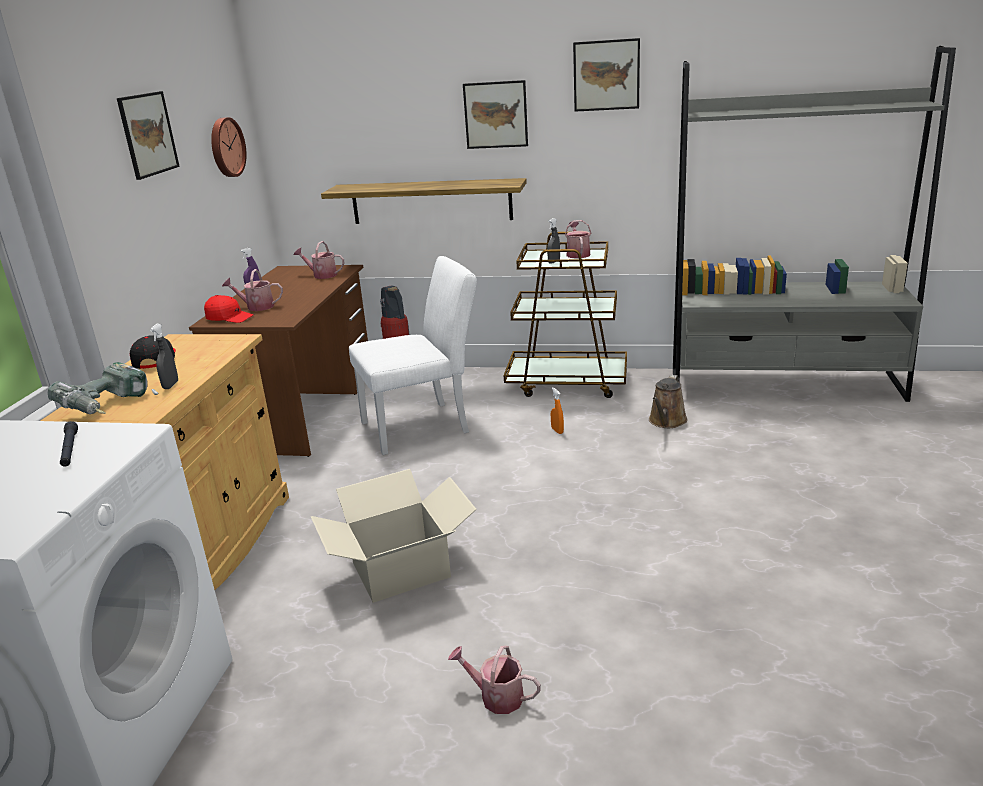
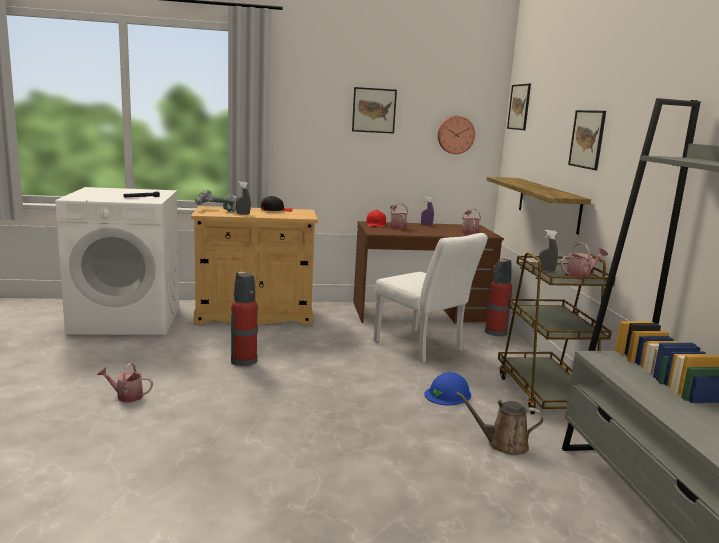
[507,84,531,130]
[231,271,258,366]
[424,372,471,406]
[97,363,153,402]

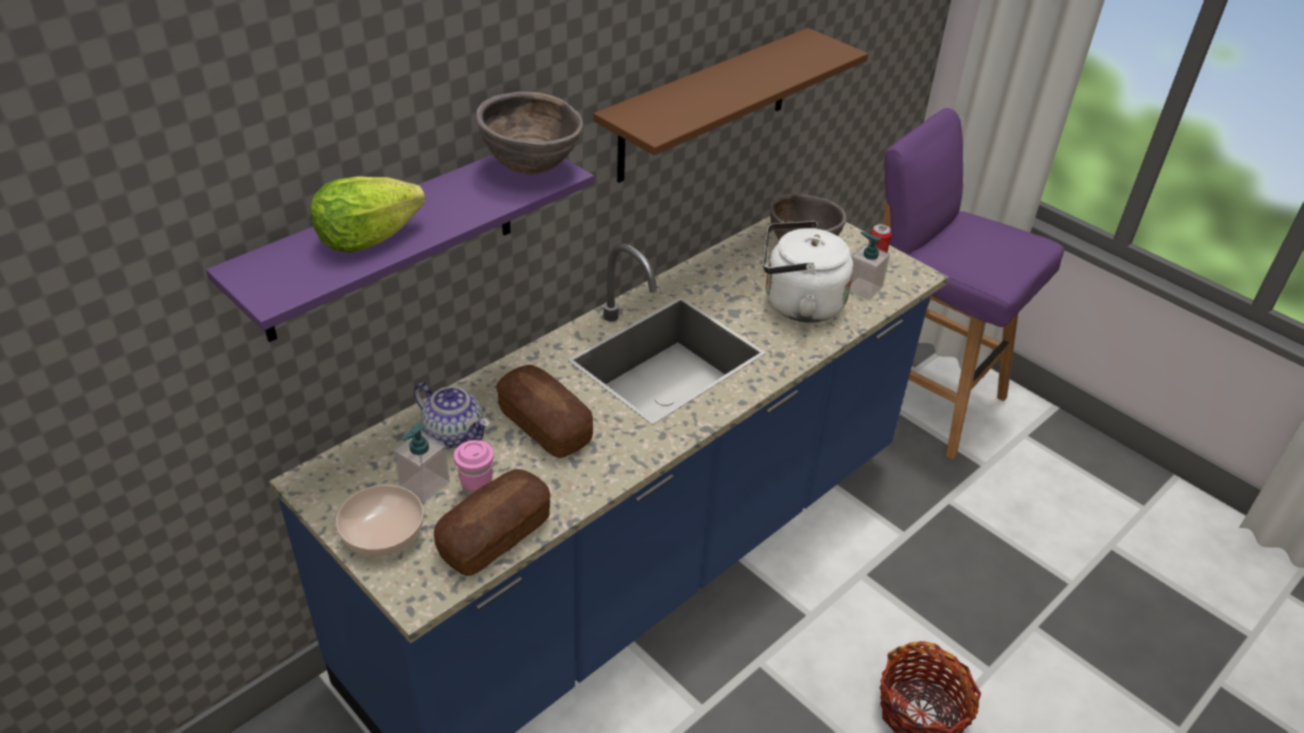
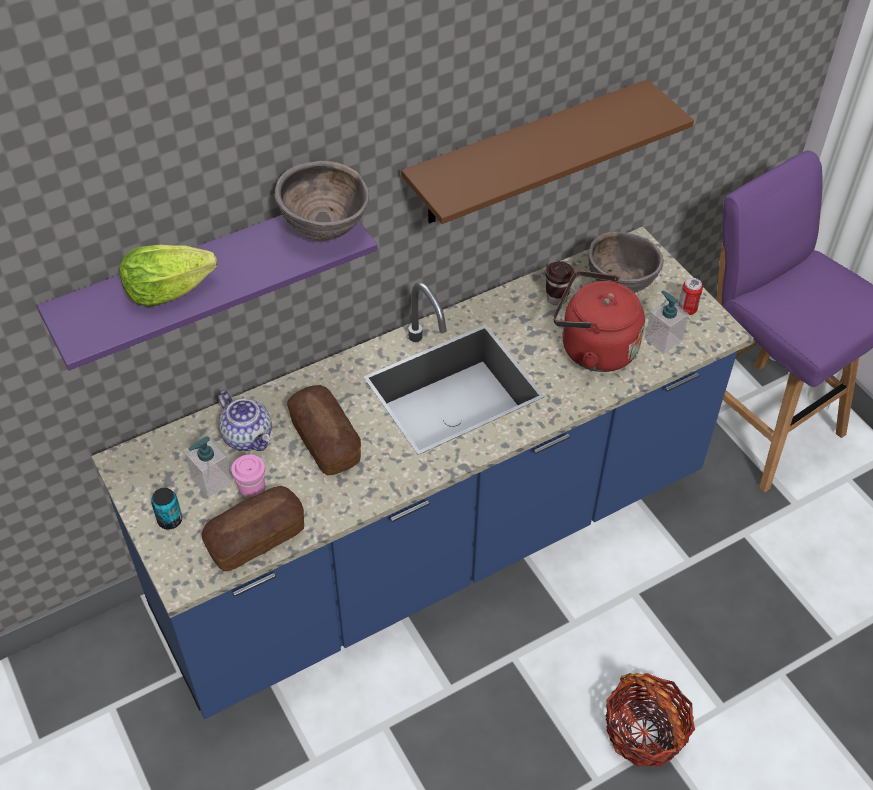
[545,261,575,305]
[151,488,182,530]
[553,271,645,372]

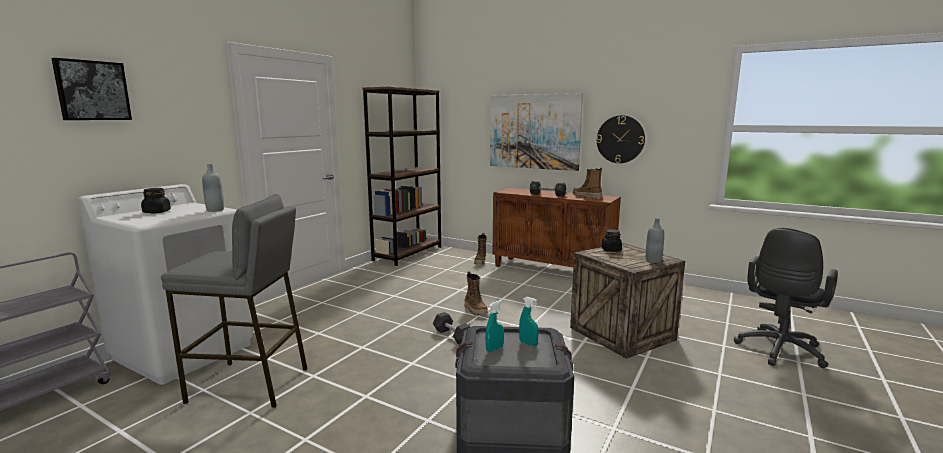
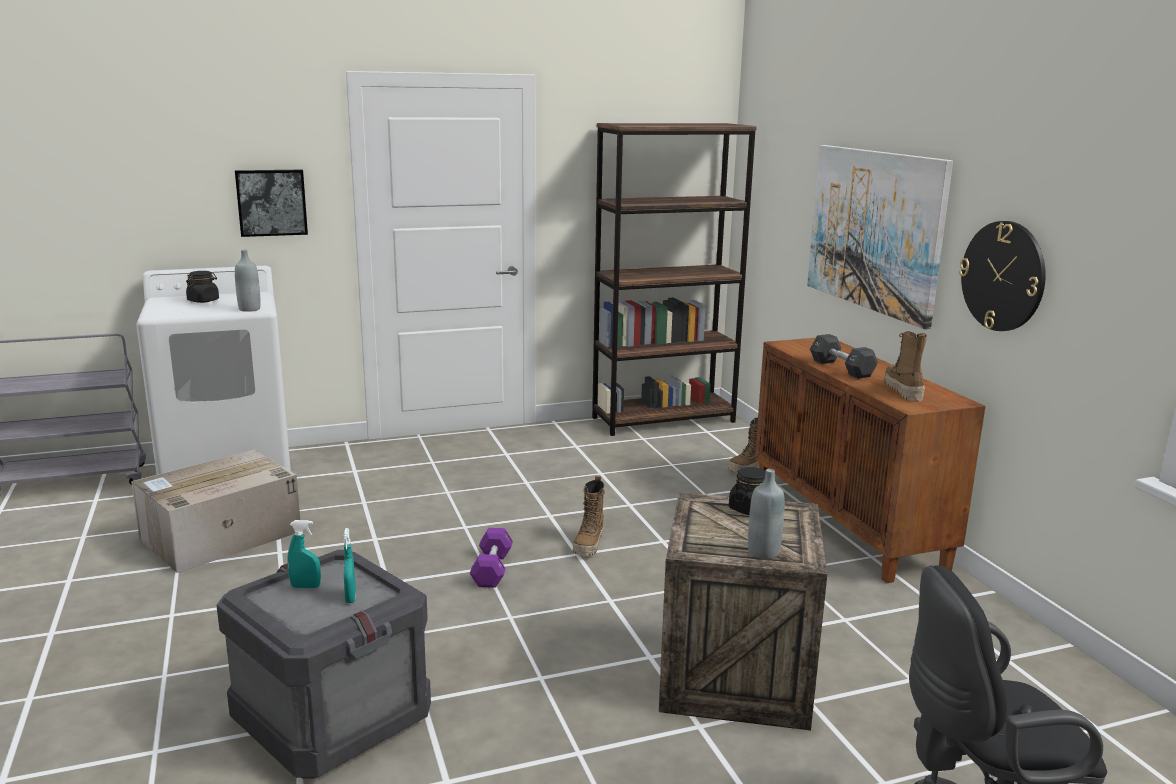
[235,170,308,237]
[131,450,300,573]
[470,528,513,588]

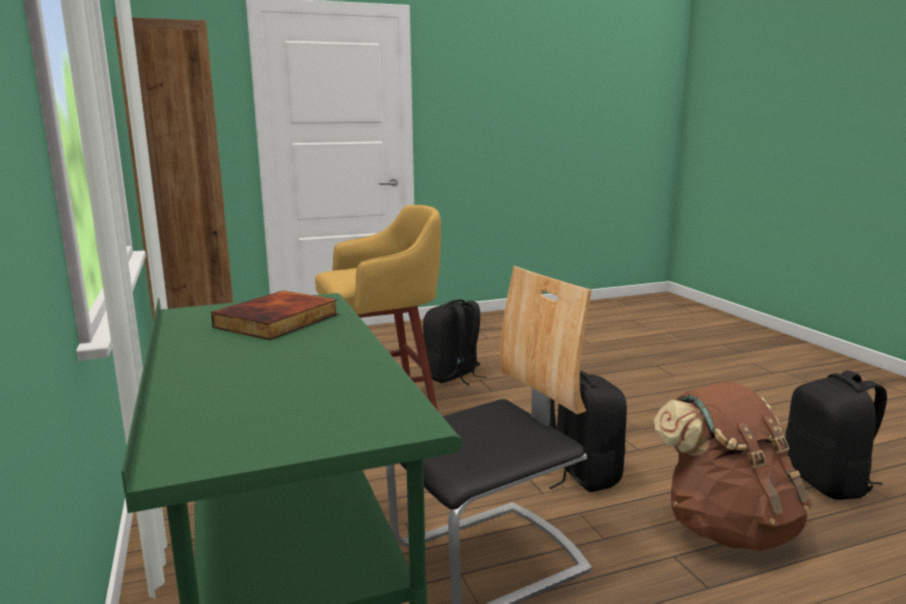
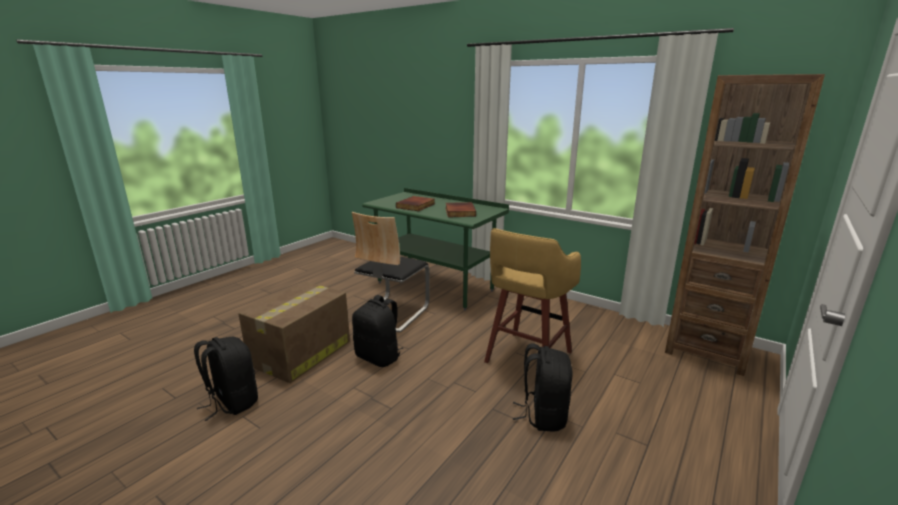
[396,196,435,211]
[238,282,350,383]

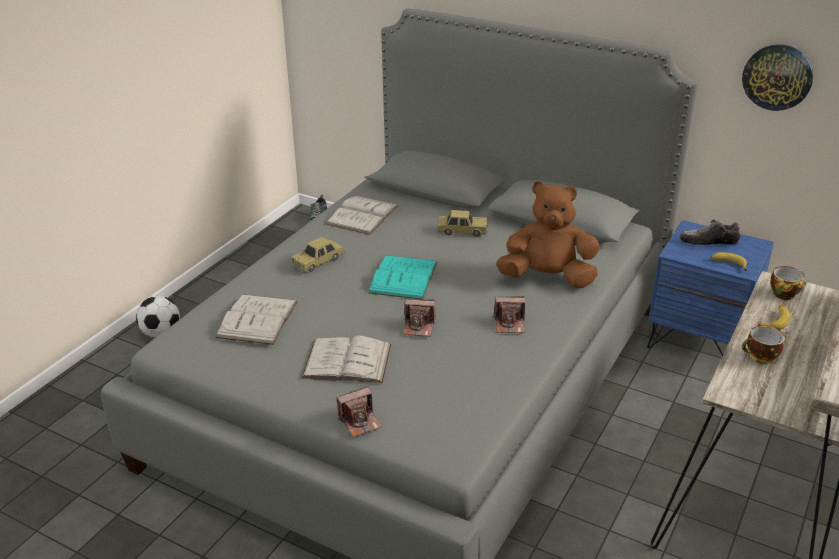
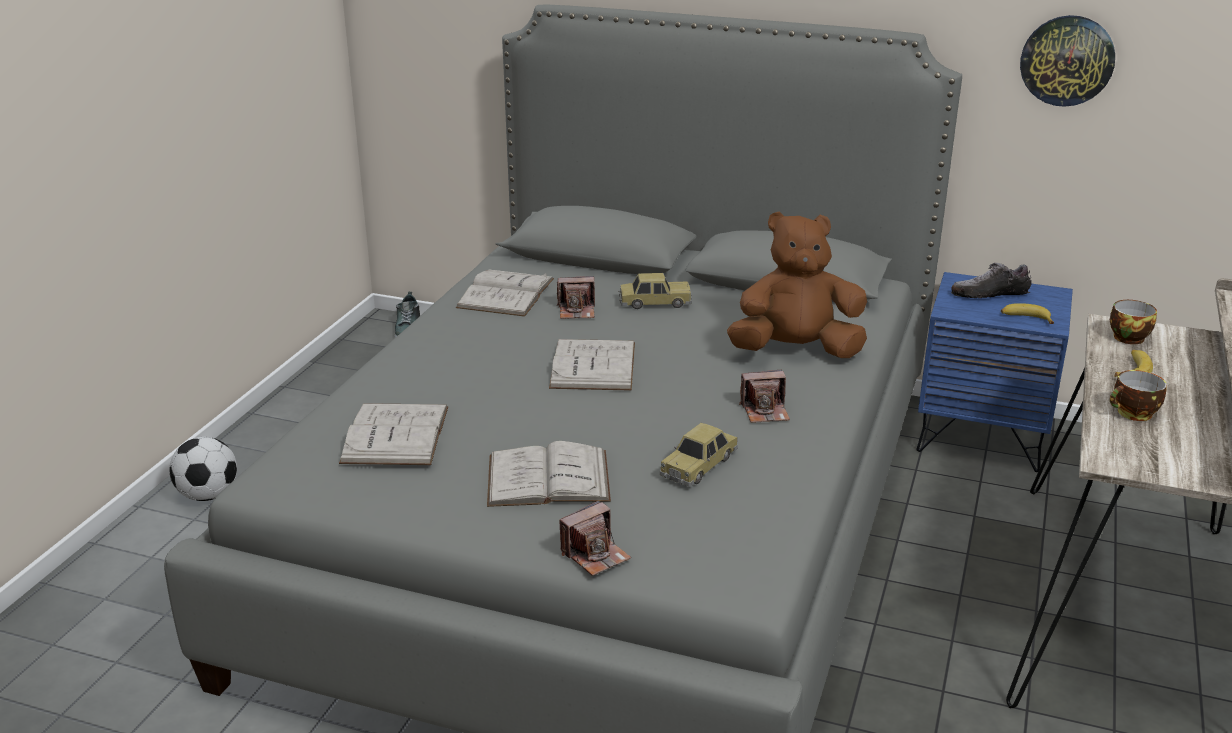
[660,423,738,486]
[557,276,595,319]
[549,339,635,391]

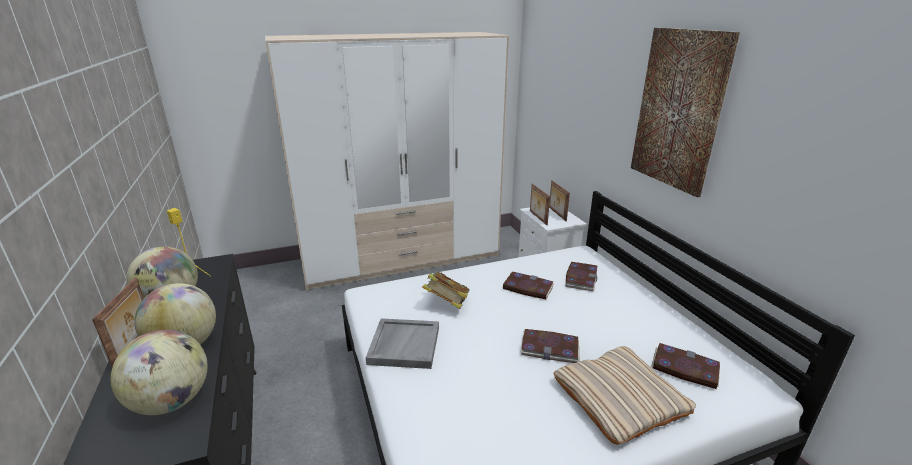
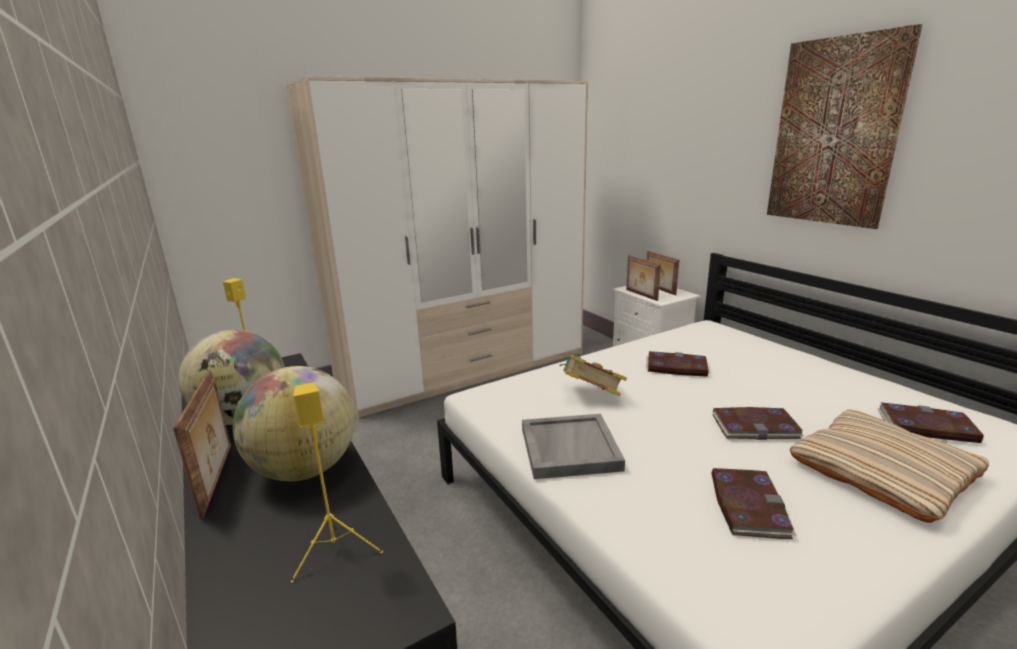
[711,468,796,539]
[291,382,383,583]

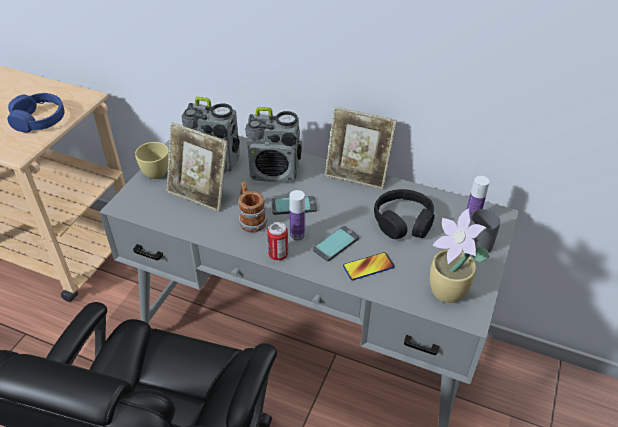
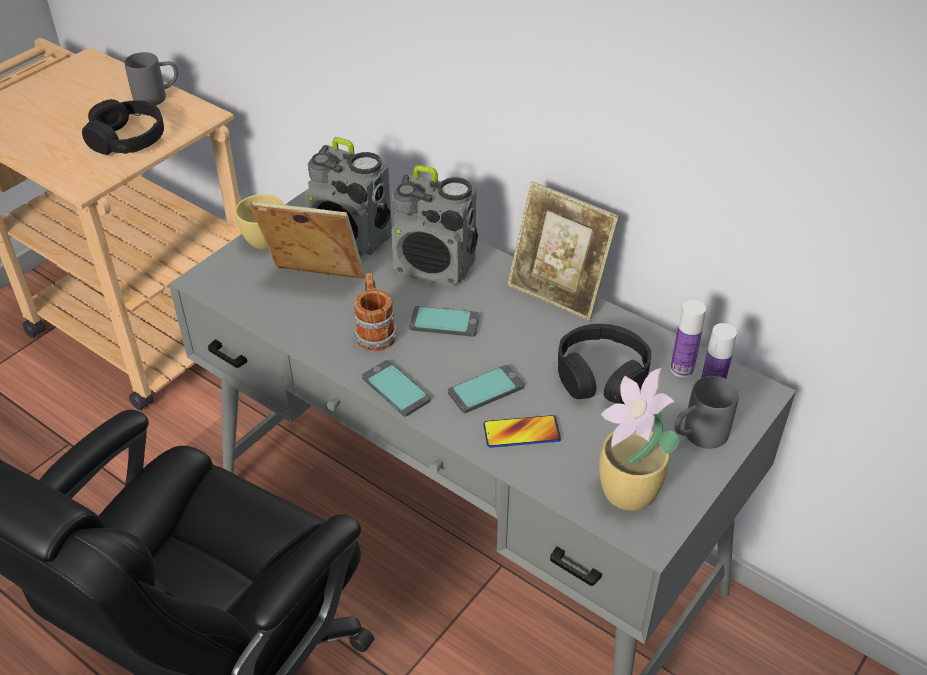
[124,52,178,106]
[670,300,706,378]
[362,360,430,417]
[82,99,164,155]
[250,201,366,279]

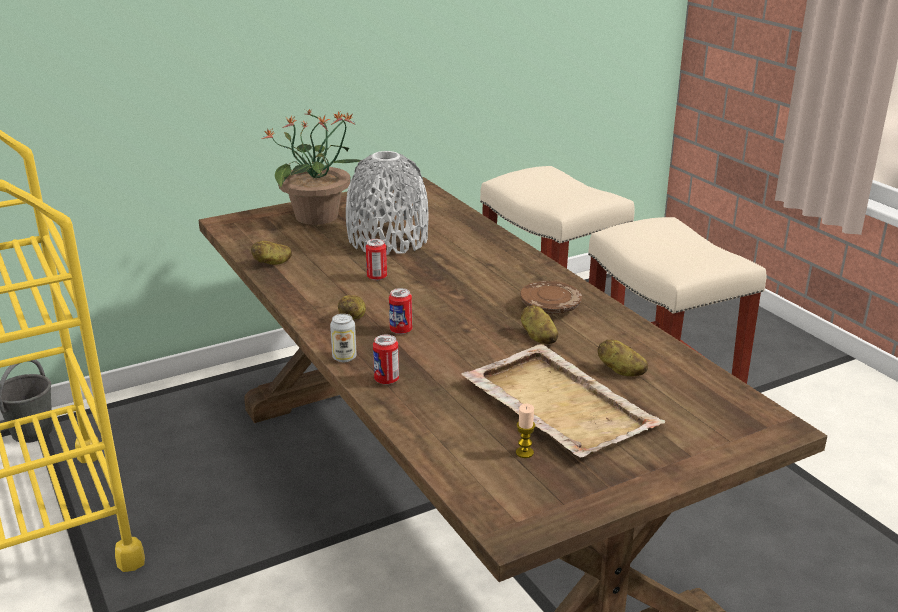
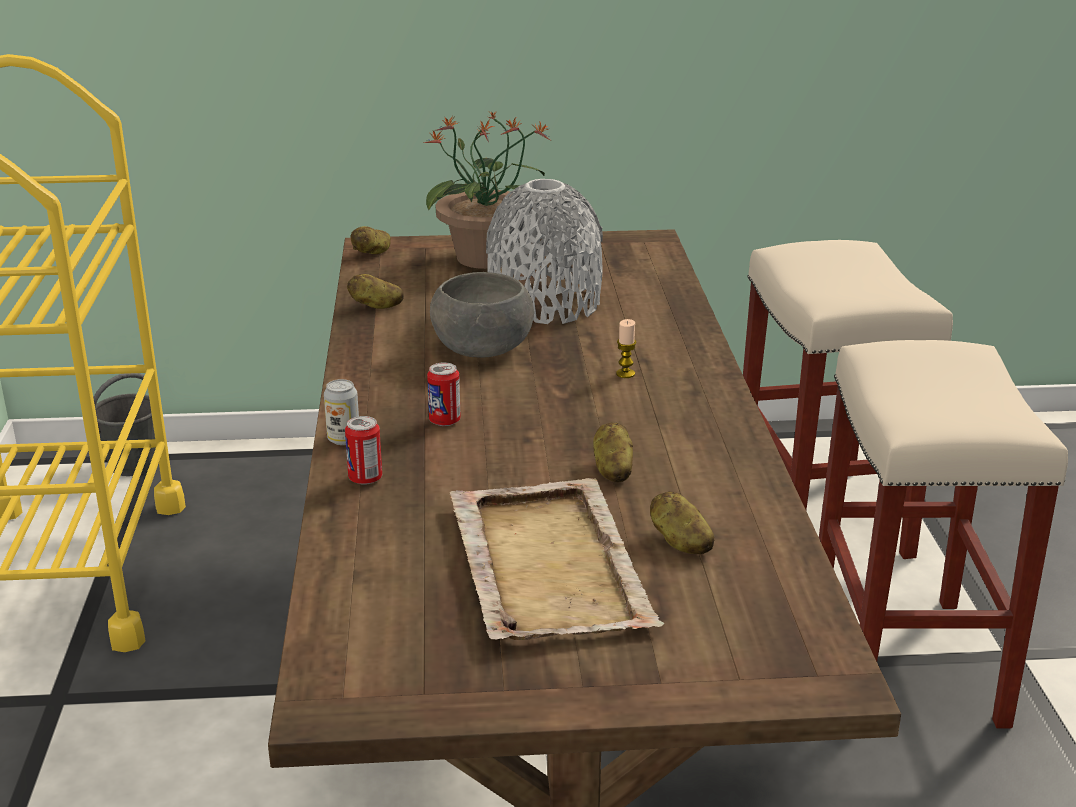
[520,281,582,314] (first image)
[350,226,391,254]
[616,319,636,378]
[430,272,534,358]

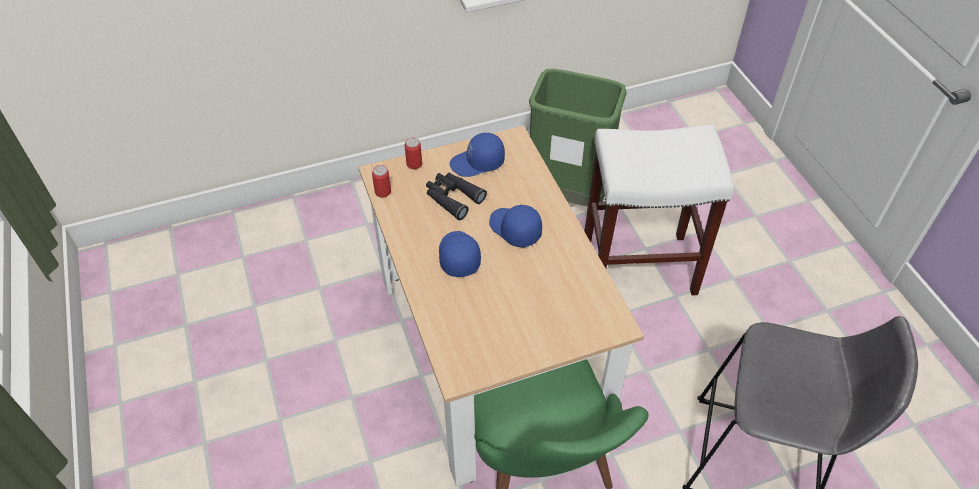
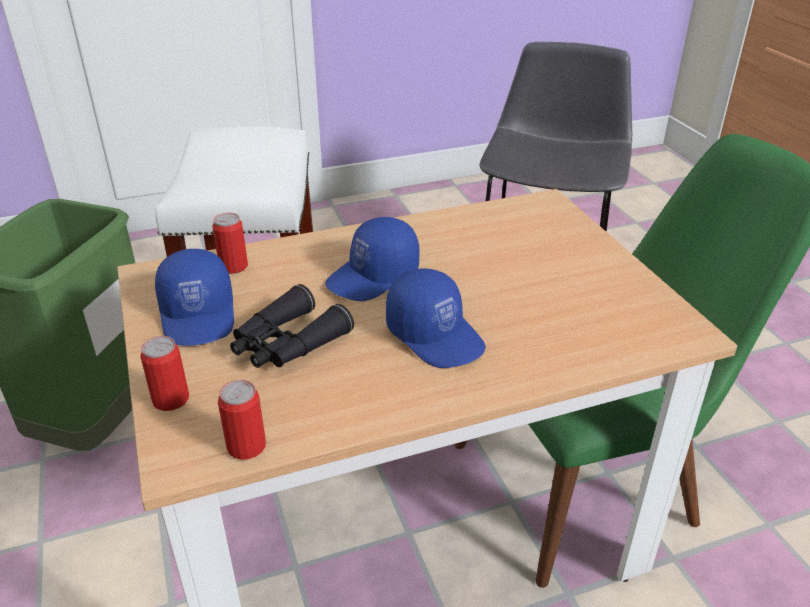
[213,213,248,274]
[386,268,486,368]

